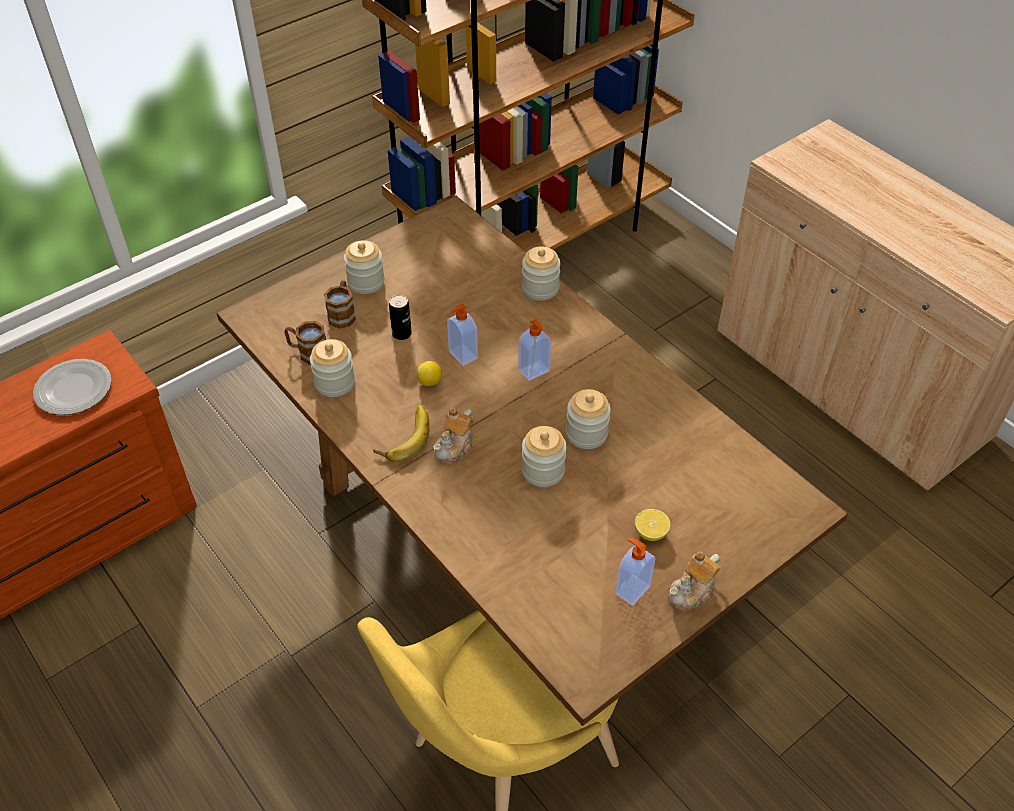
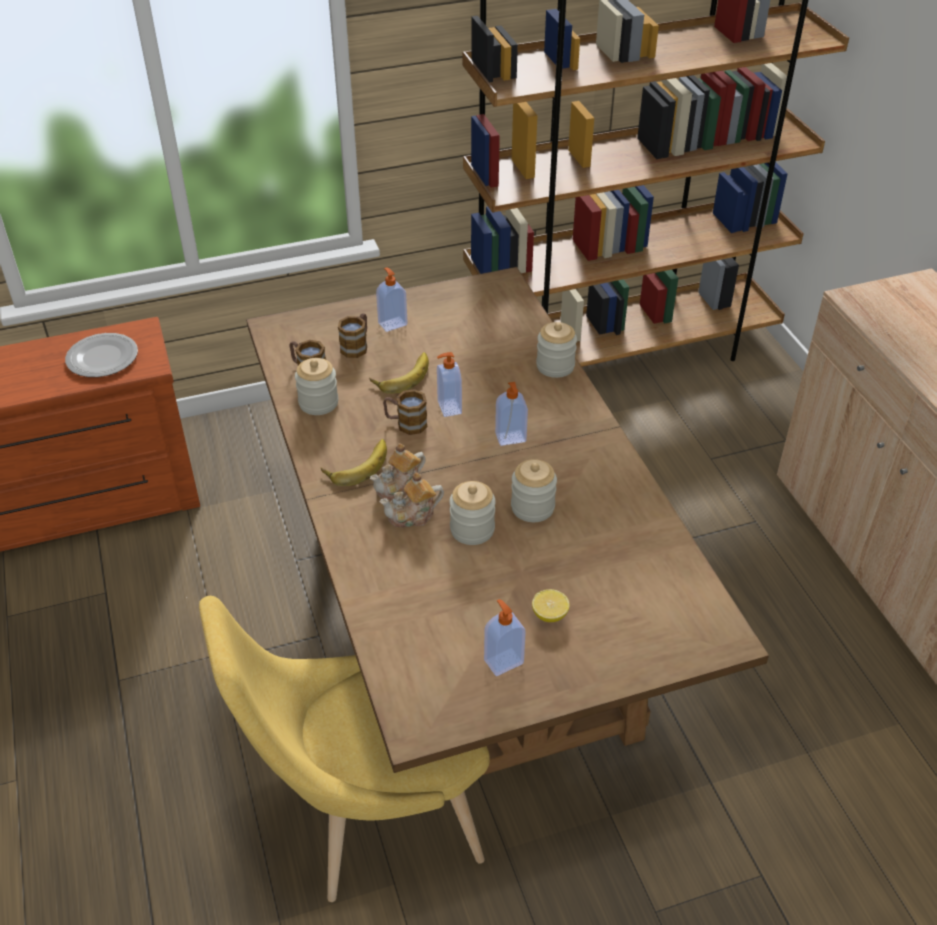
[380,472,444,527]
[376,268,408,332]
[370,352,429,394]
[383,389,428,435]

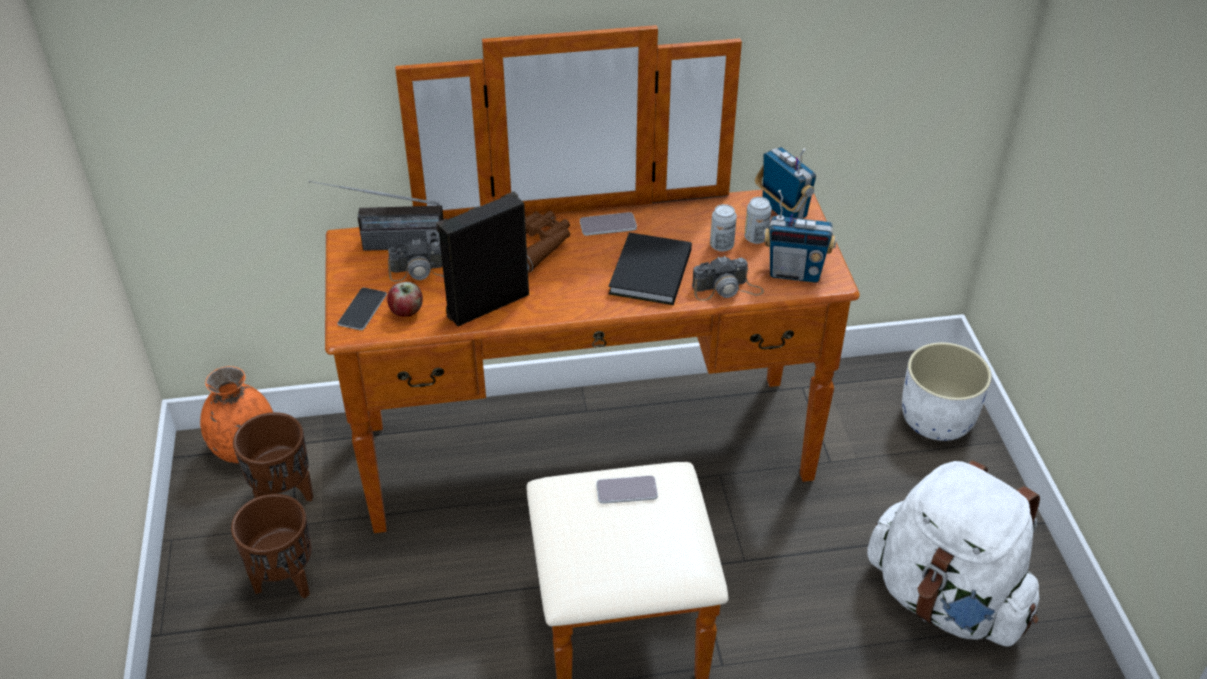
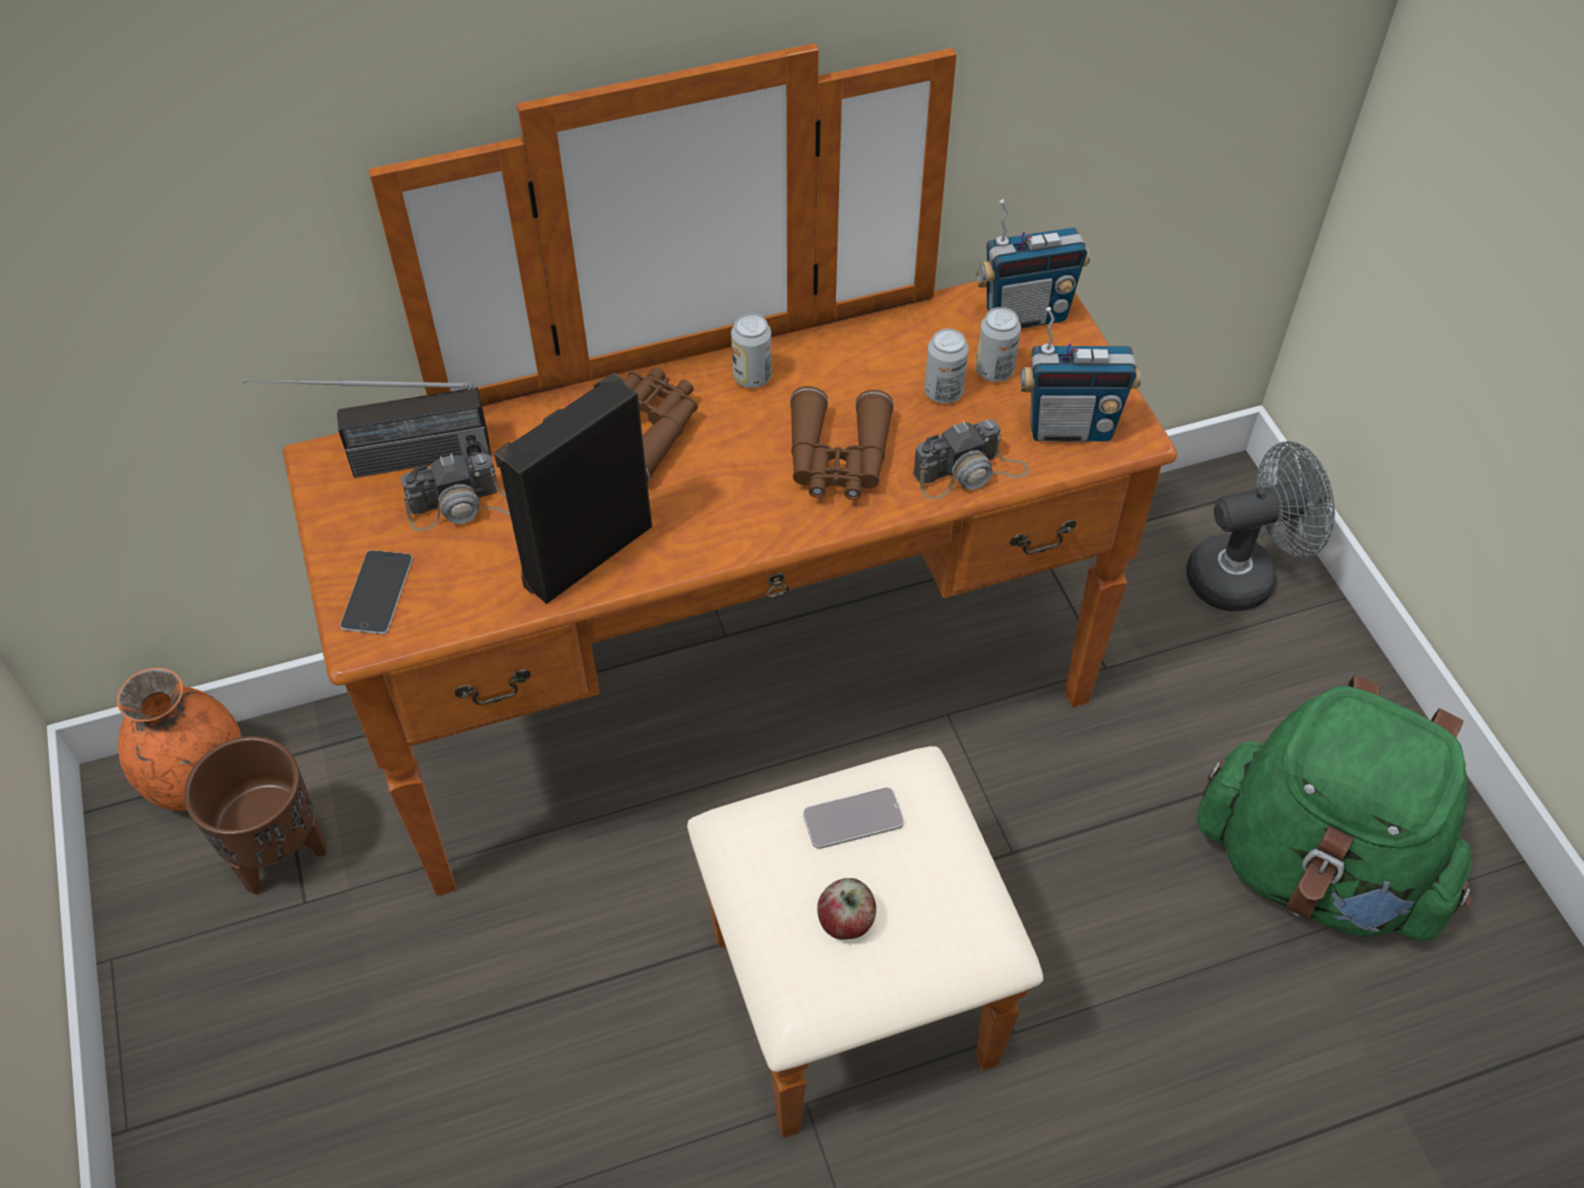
[231,494,312,599] (first image)
[817,878,876,940]
[731,313,772,388]
[790,386,894,500]
[1186,441,1335,612]
[1196,675,1472,941]
[976,199,1090,328]

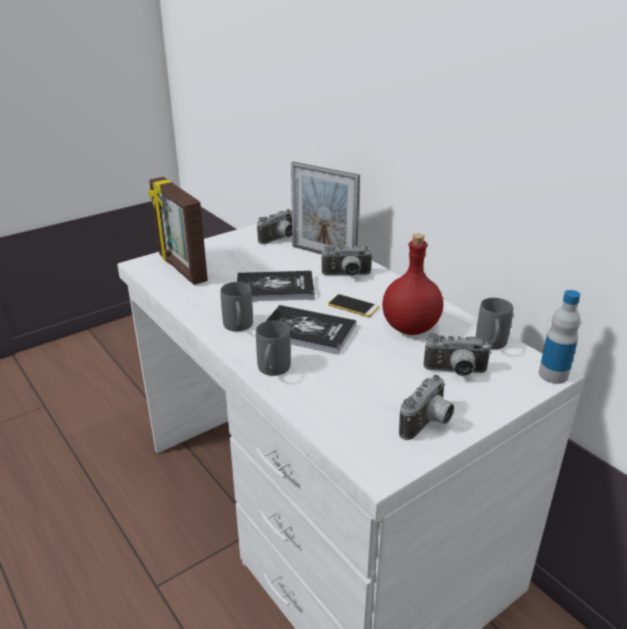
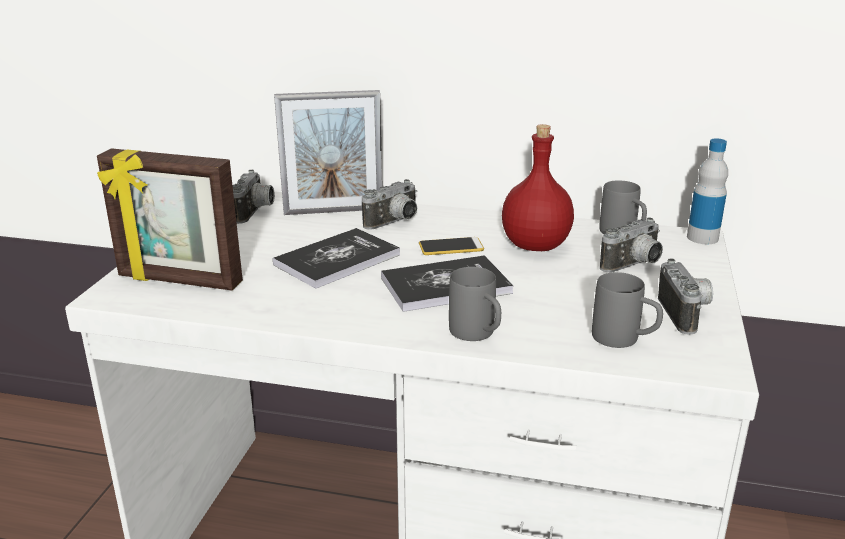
[592,272,663,348]

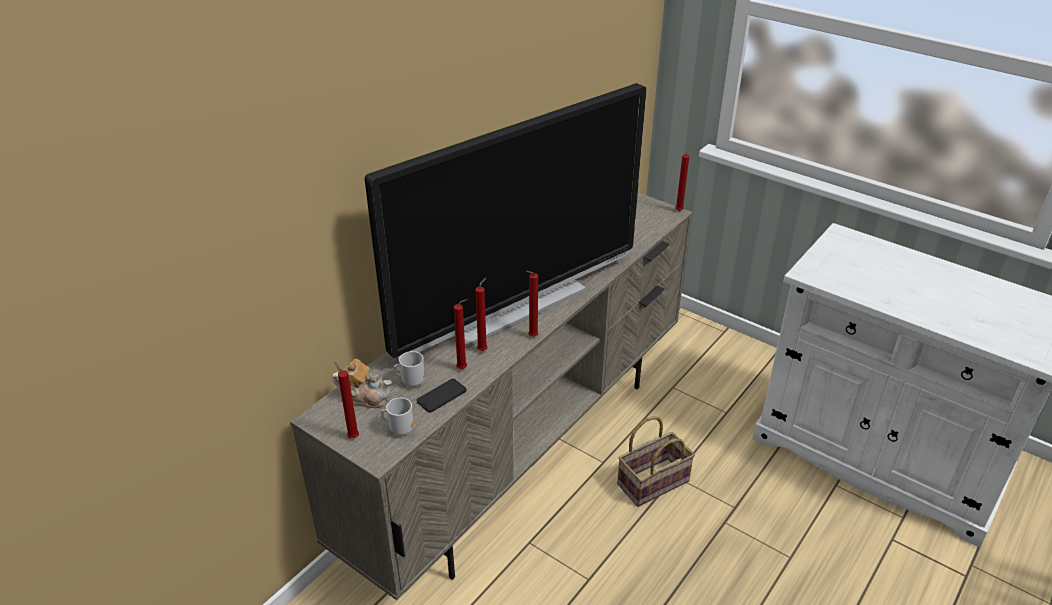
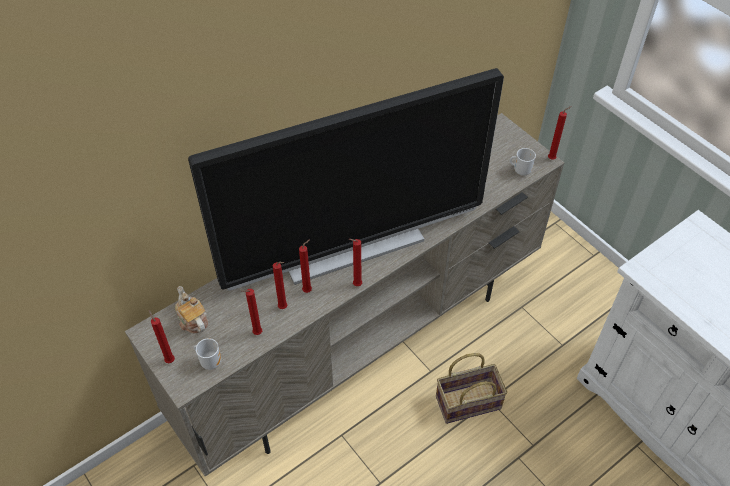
[509,148,536,176]
[241,288,262,335]
[175,286,208,333]

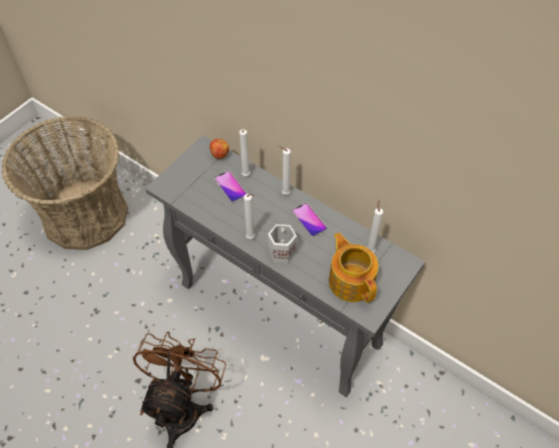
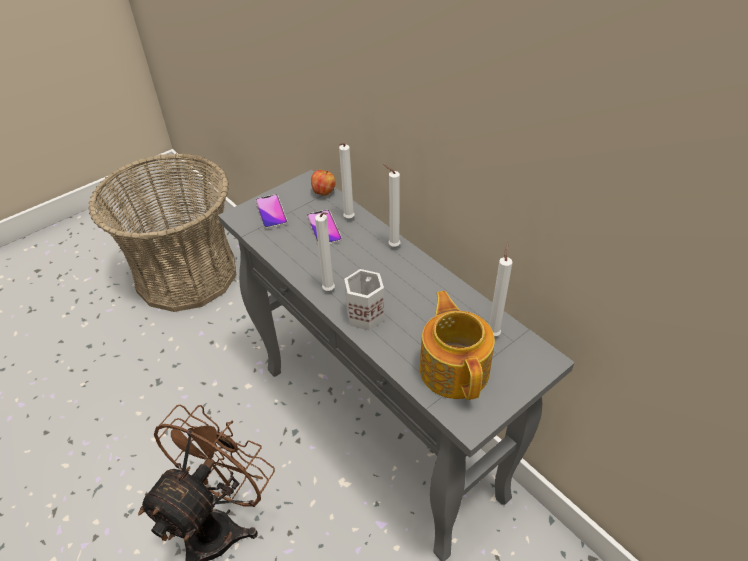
[255,194,288,229]

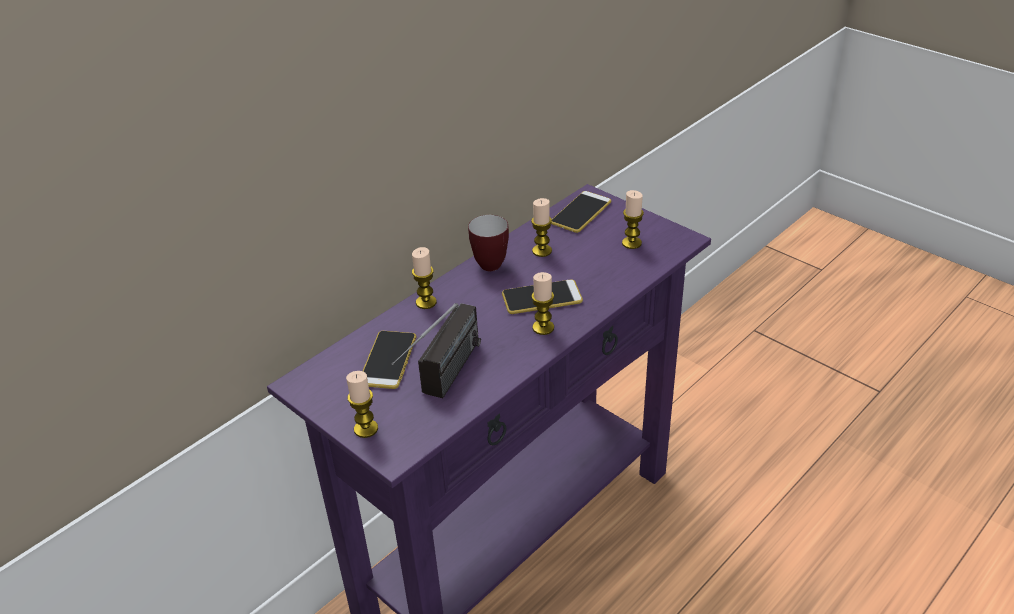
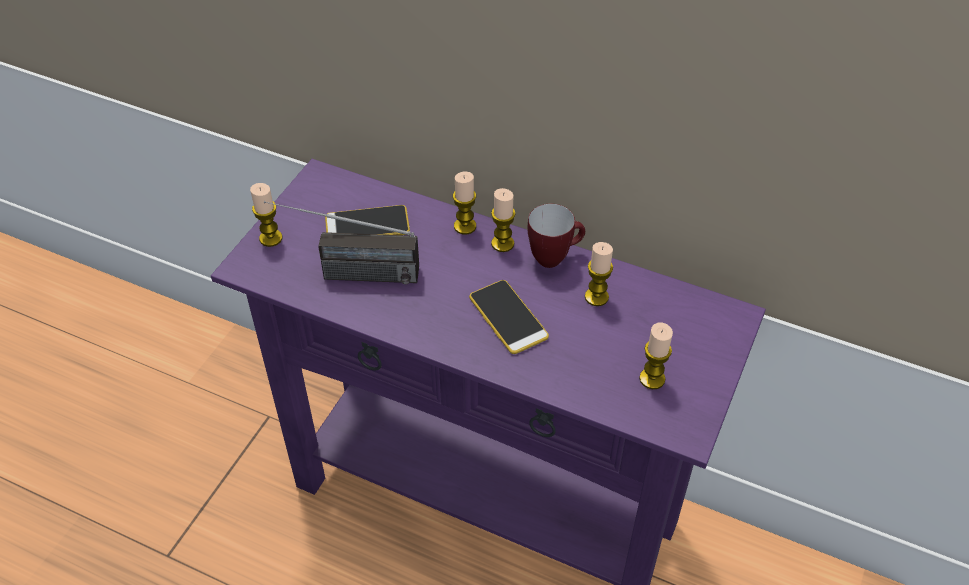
[551,191,611,233] (first image)
[491,188,516,252]

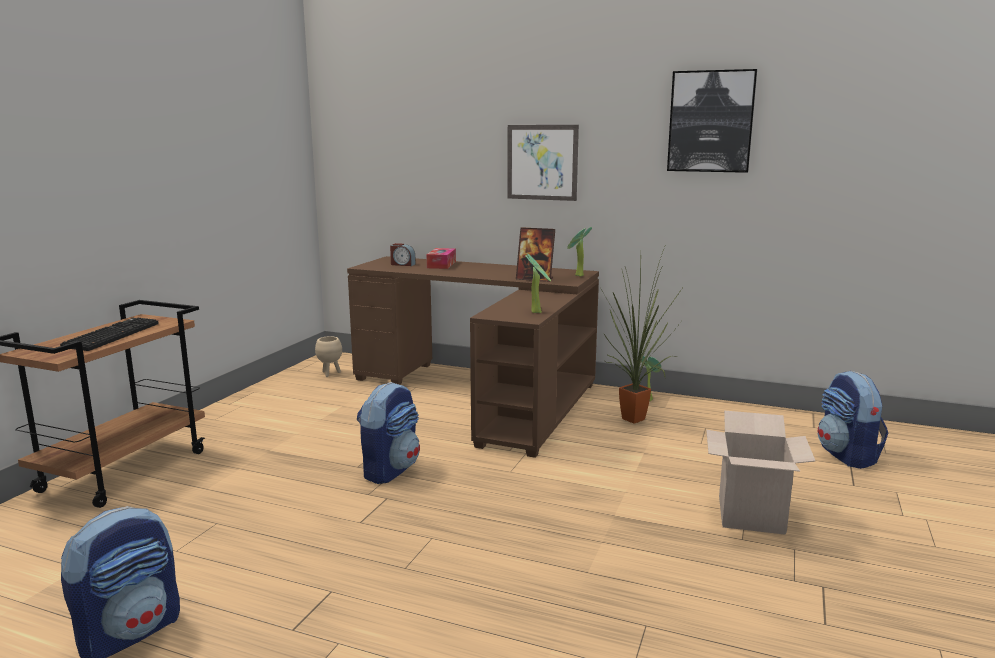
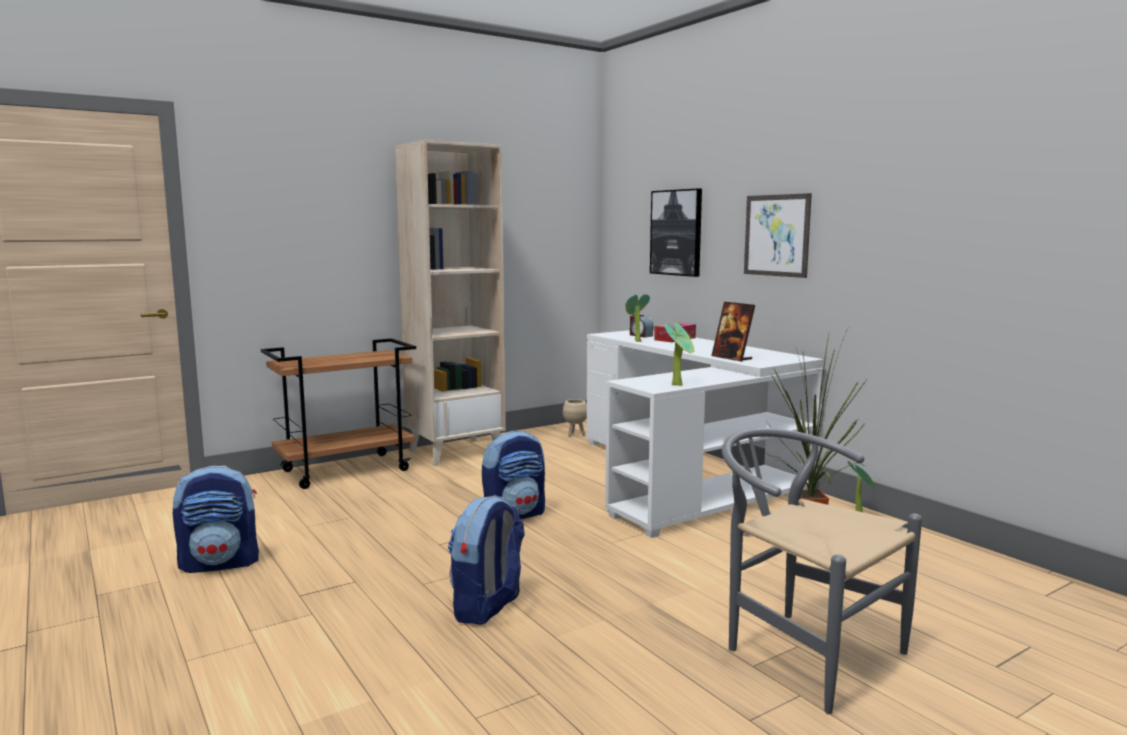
[60,318,159,351] (first image)
[395,140,506,466]
[626,294,650,342]
[650,188,702,277]
[448,495,525,625]
[722,428,922,714]
[587,330,824,538]

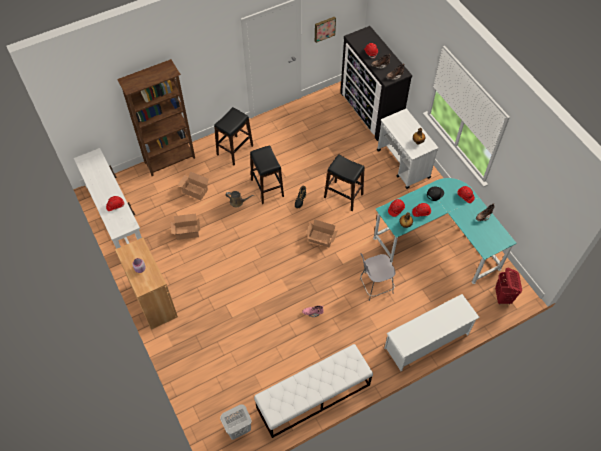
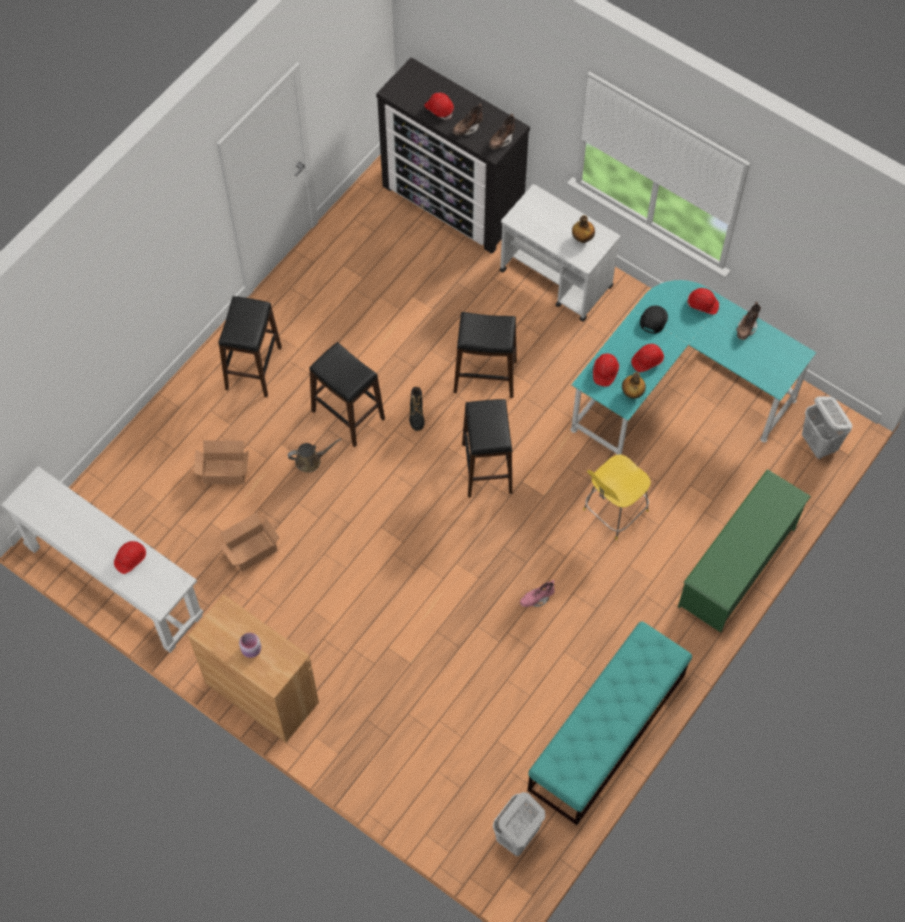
[117,59,195,176] (first image)
[315,17,336,43] (first image)
[462,399,512,498]
[528,621,692,825]
[583,454,651,540]
[678,469,811,632]
[802,396,852,459]

